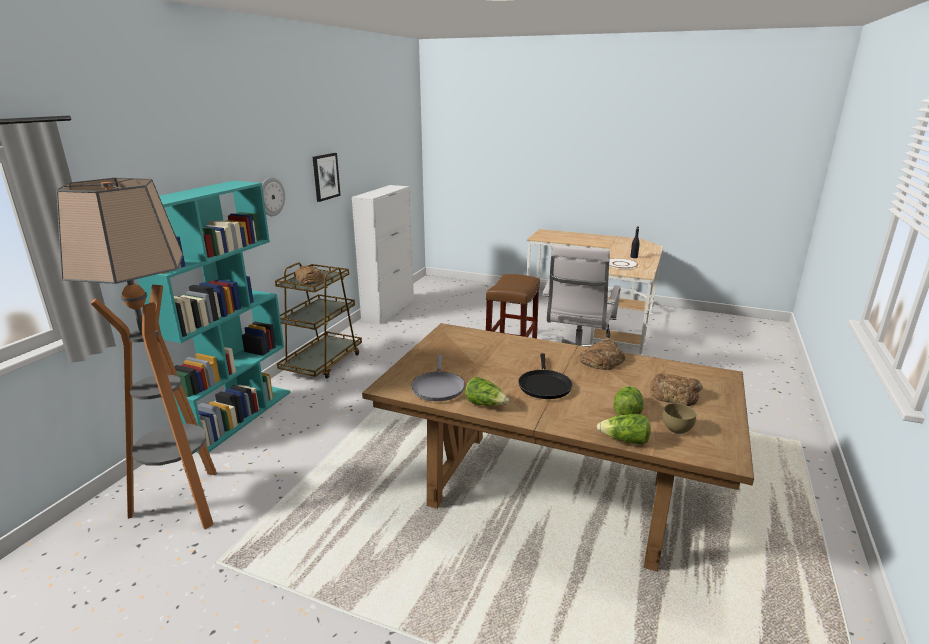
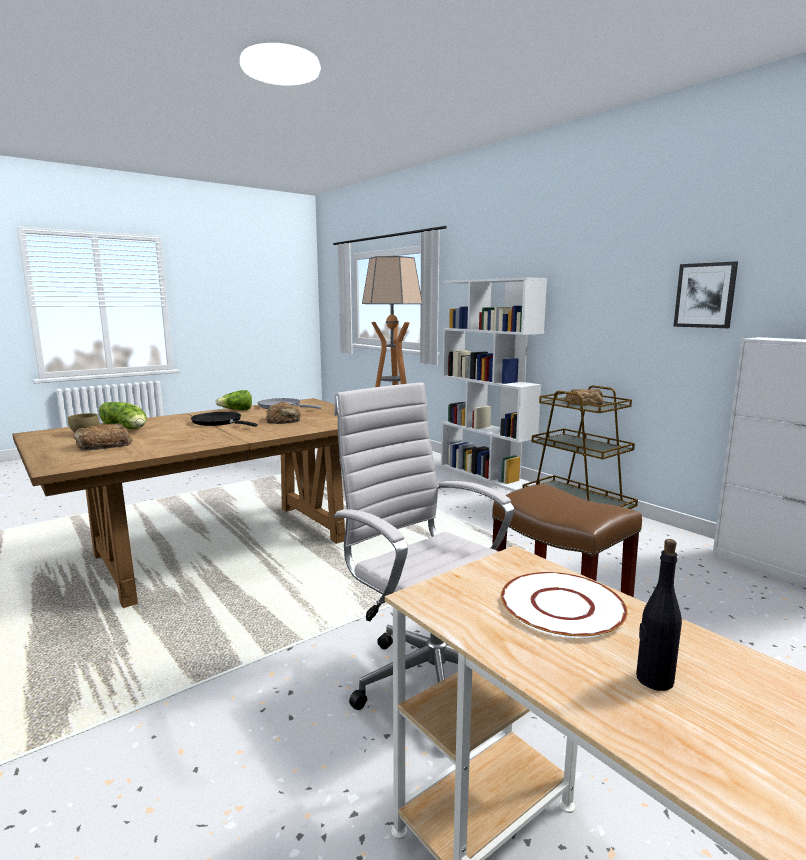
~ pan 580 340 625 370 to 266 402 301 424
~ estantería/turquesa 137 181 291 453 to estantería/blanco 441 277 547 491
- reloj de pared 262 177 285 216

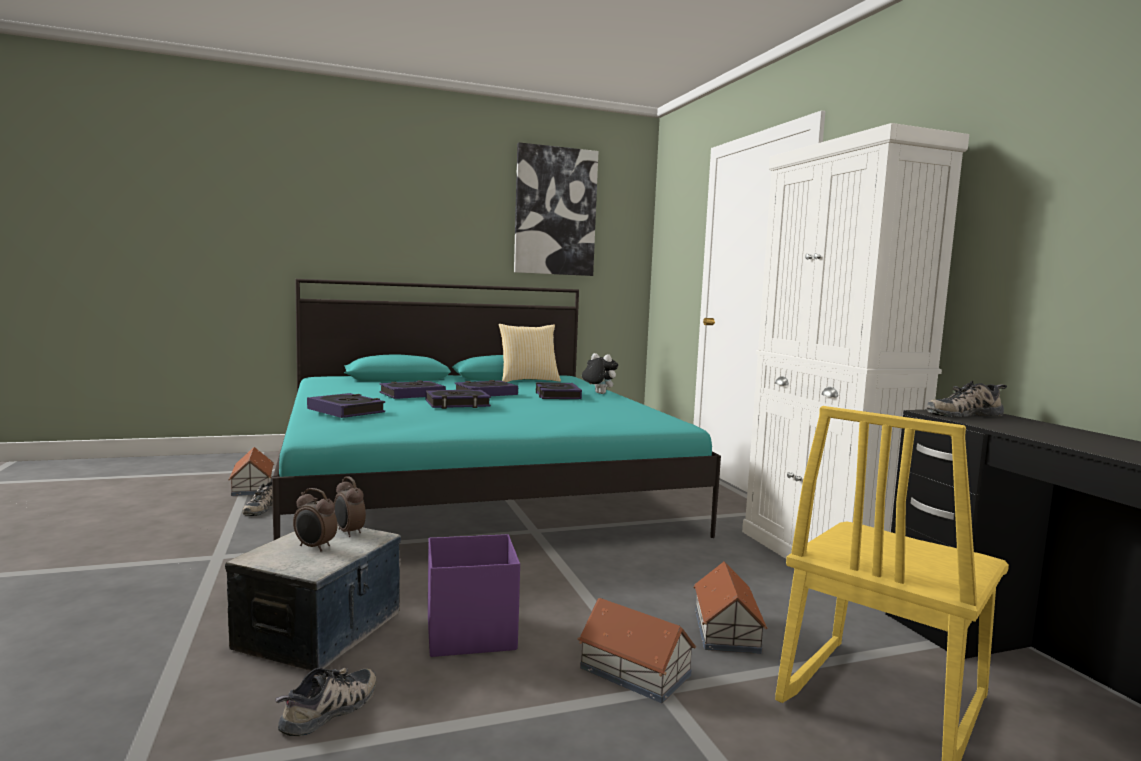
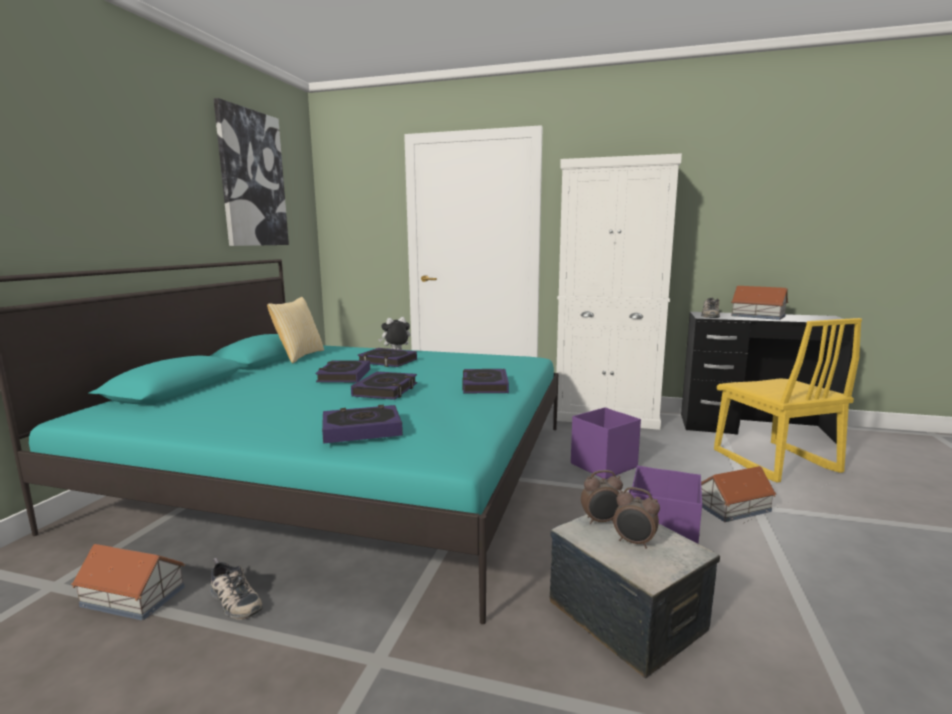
~ libro 380 380 446 399 to 462 369 509 393
+ caja de almacenaje/morado 571 407 641 479
~ despertador 293 488 338 552 = 613 487 660 549 60 degrees clockwise
~ casita 693 561 767 654 to 731 286 788 320
- zapato 275 668 376 736

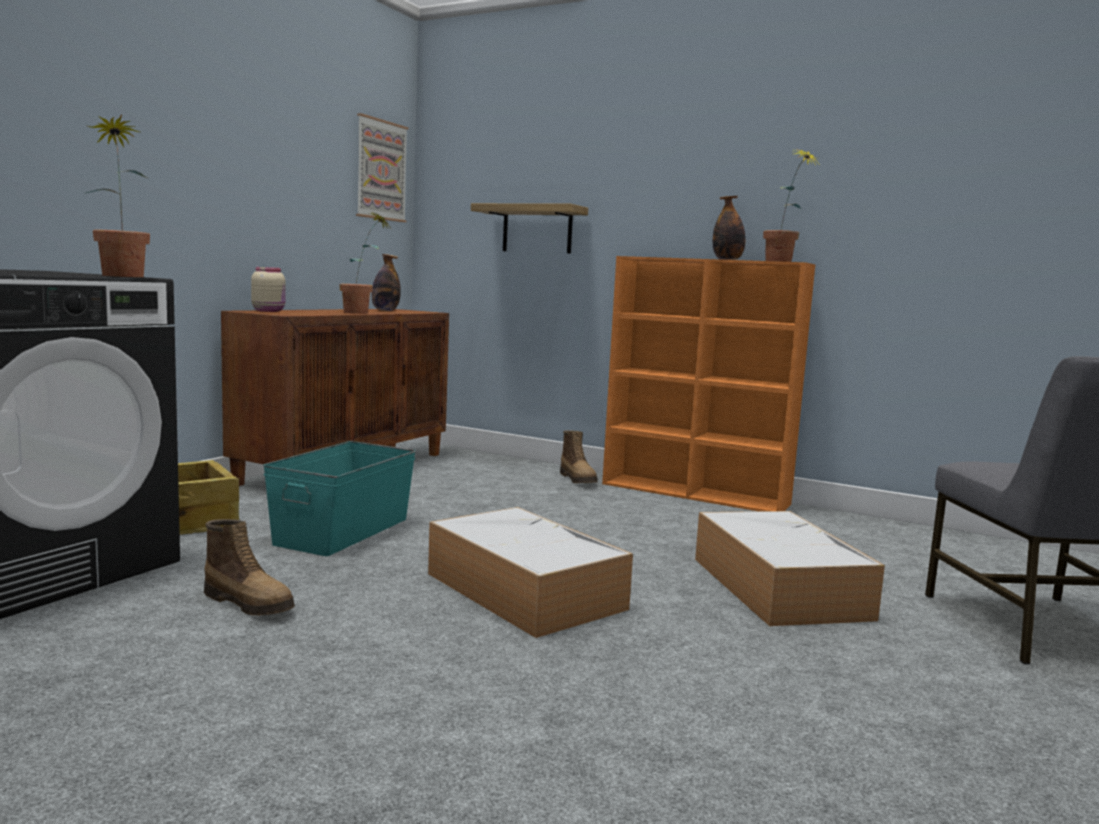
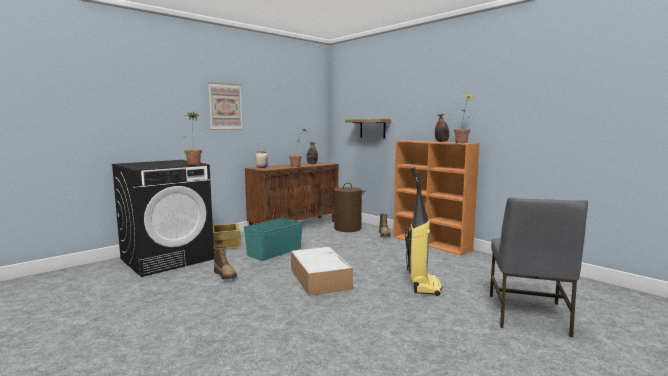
~ cuadro 356 113 408 222 to 208 82 243 130
+ cesto de la ropa/marrón 331 183 365 232
~ caja de almacenaje 695 511 885 626 to aspiradora 405 167 442 296

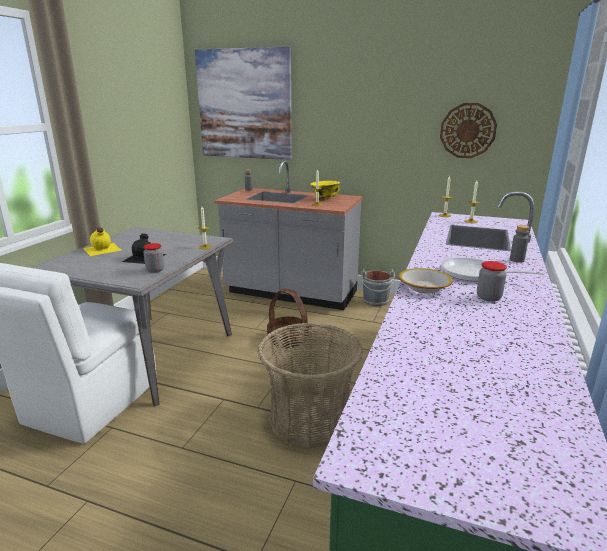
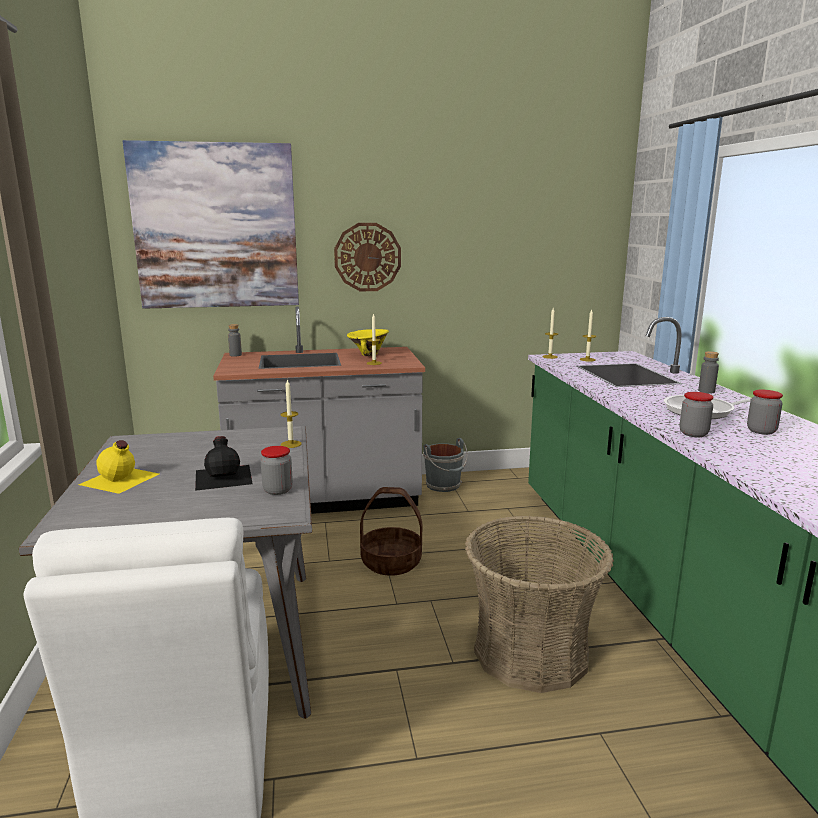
~ reloj de pared 440 103 497 158 to 334 223 401 291
~ cuenco 399 268 453 293 to tarro 680 392 713 437

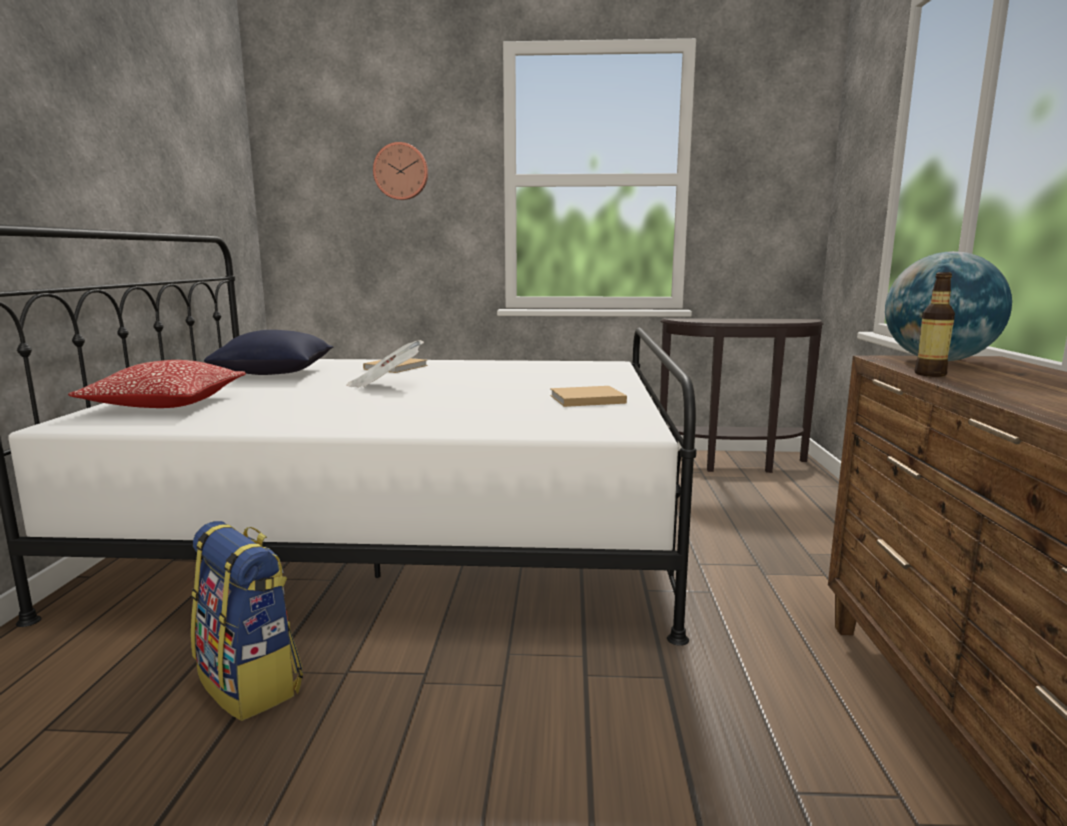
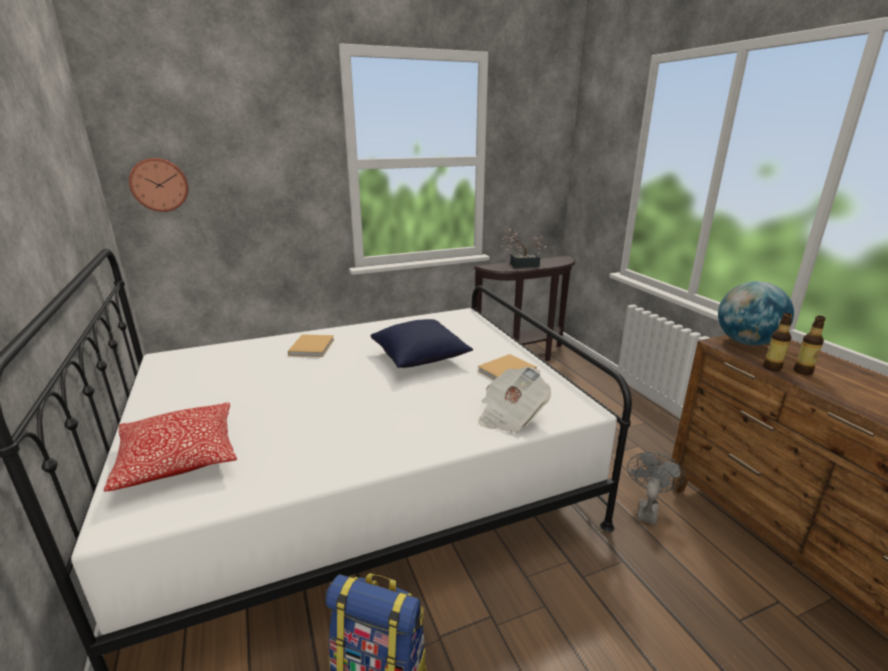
~ reloj de pared 373 142 428 200 to 129 158 188 212
~ cojín/azul 204 330 333 375 to 371 319 473 368
~ periódico 347 340 424 388 to 478 367 551 433
+ planta en maceta 501 228 547 268
+ ventilador/gris 627 452 685 525
+ botella 794 316 826 375

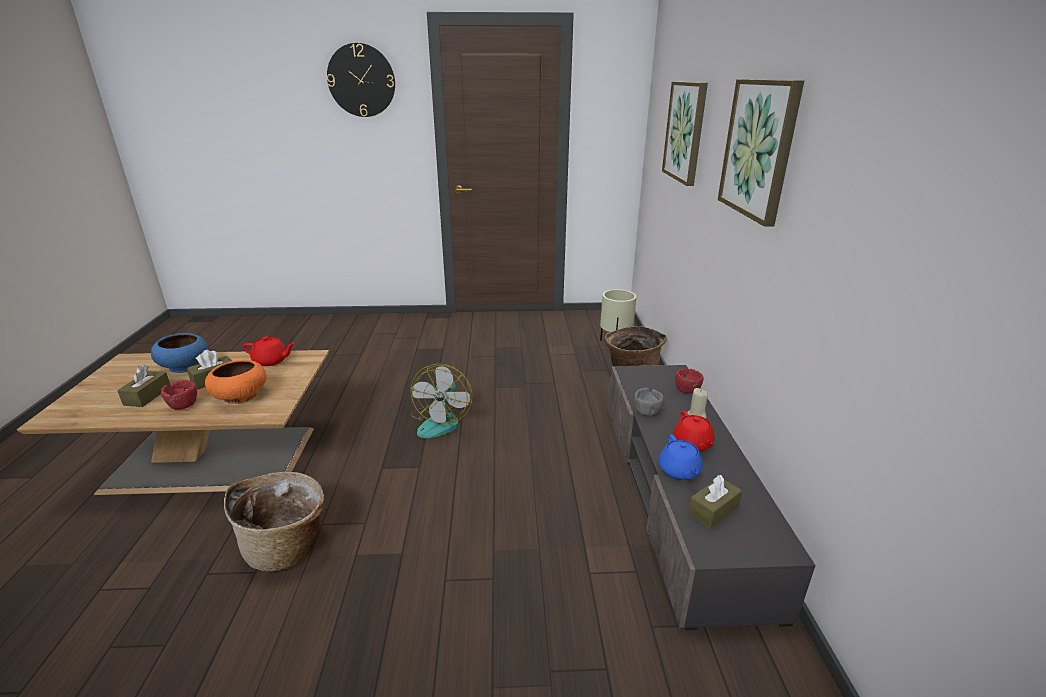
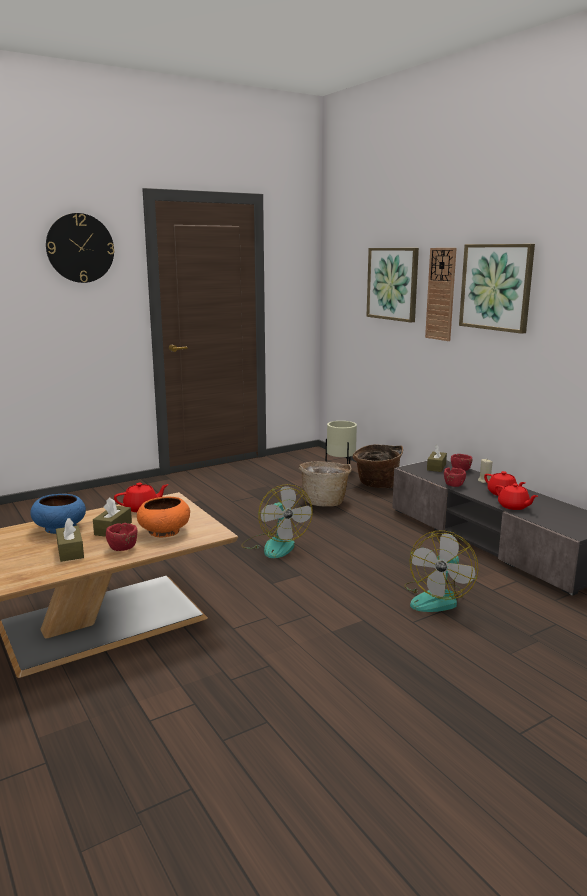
~ cesta 224 472 325 572 to 299 461 352 507
+ ventilador 404 531 478 612
+ reloj de pared 425 248 457 341
~ caja de pañuelos/marrón 688 475 742 529 to 427 445 447 472
~ cuenco/gris 634 388 663 416 to cuenco/rojo 444 468 466 487
~ tetera/azul 658 434 703 480 to tetera/rojo 495 483 538 510

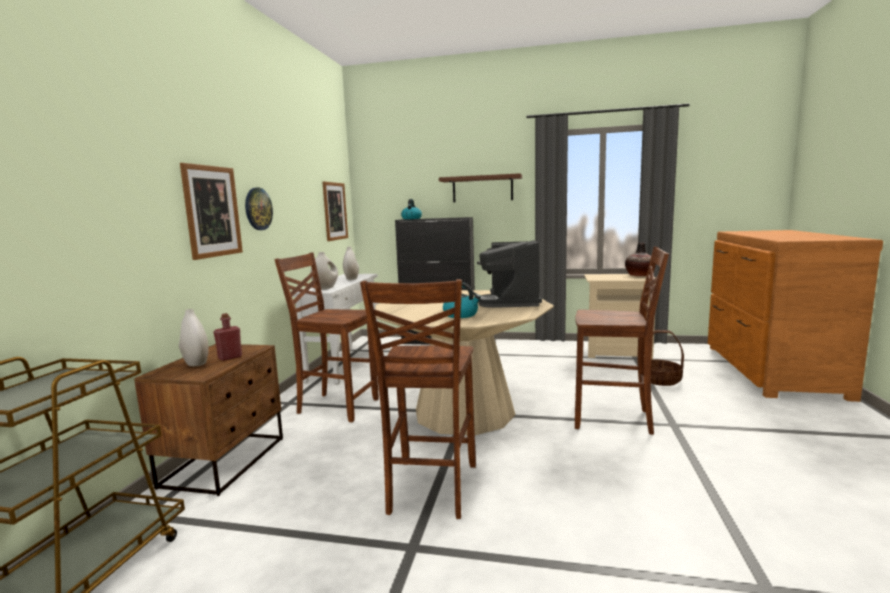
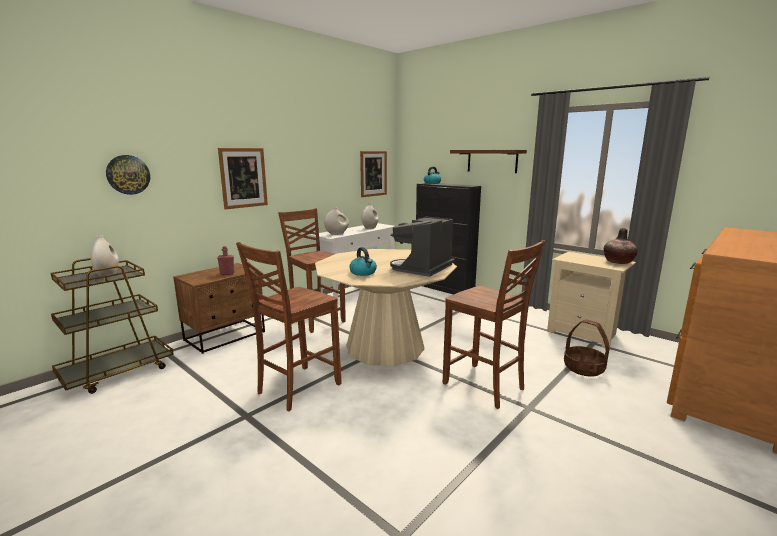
~ florero/blanco 179 309 209 366 to 91 235 119 278
~ reloj de pared 245 188 273 230 to 106 155 150 195

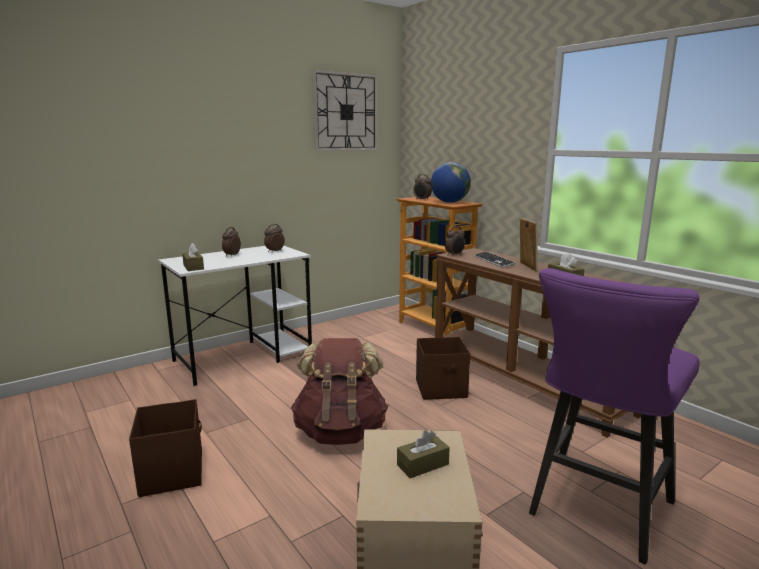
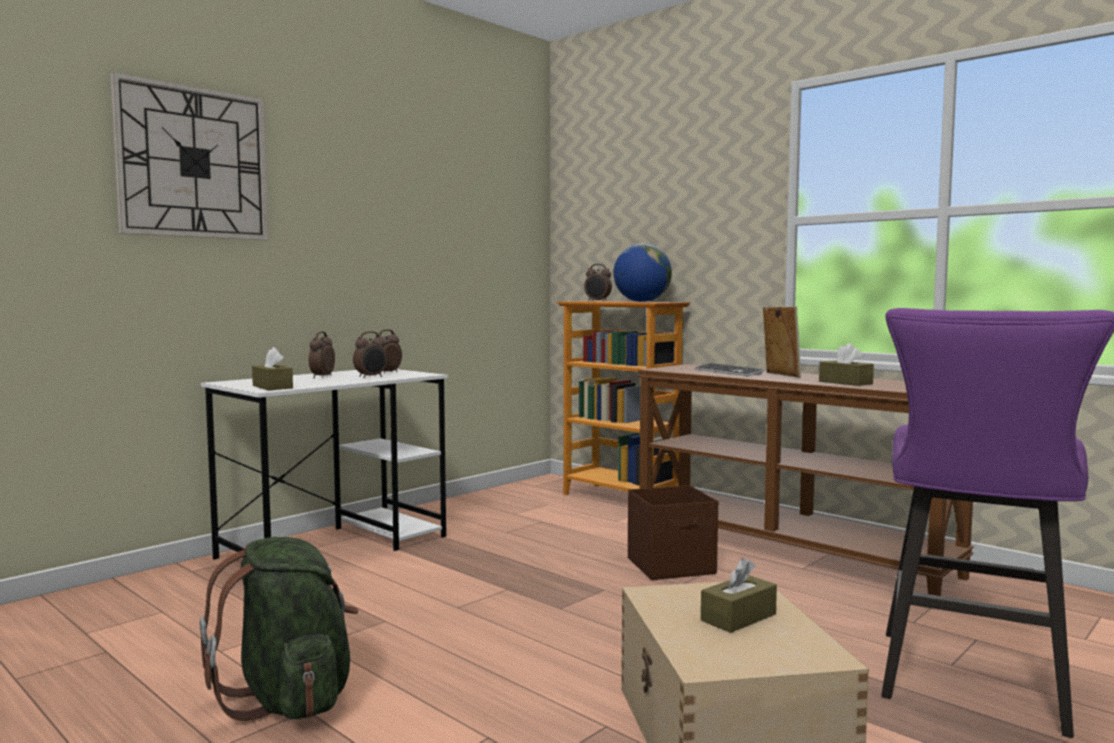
~ reloj de pared 312 69 378 151 to 110 72 269 240
~ caja de almacenaje/marrón 129 399 202 497 to mochila/verde 200 537 358 721
~ despertador 445 226 465 255 to 353 331 387 378
- mochila/marrón 291 338 388 445

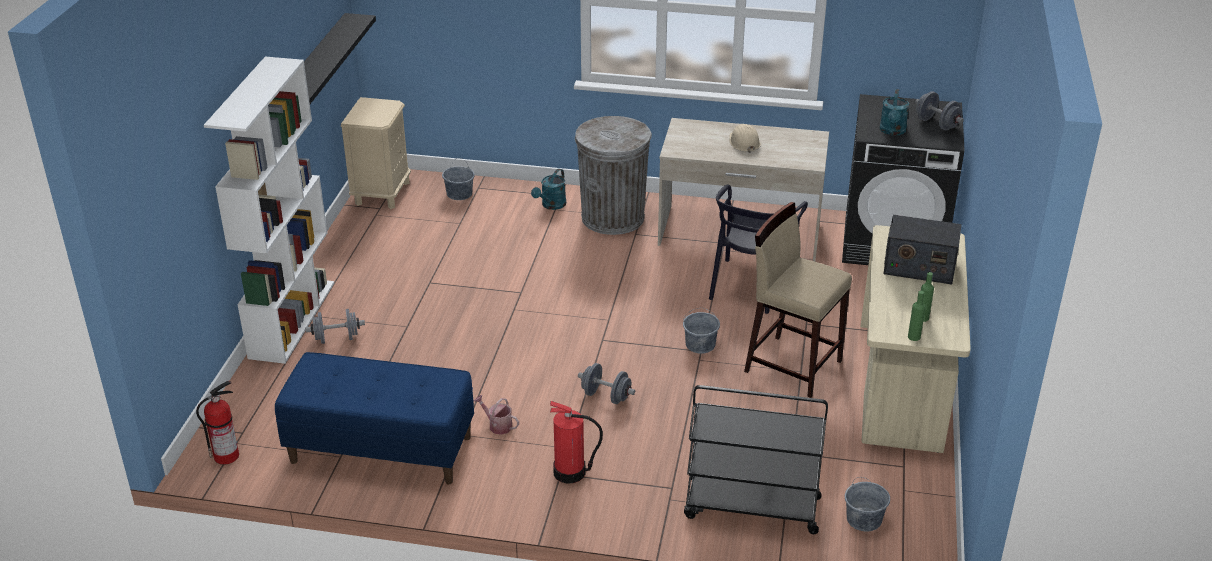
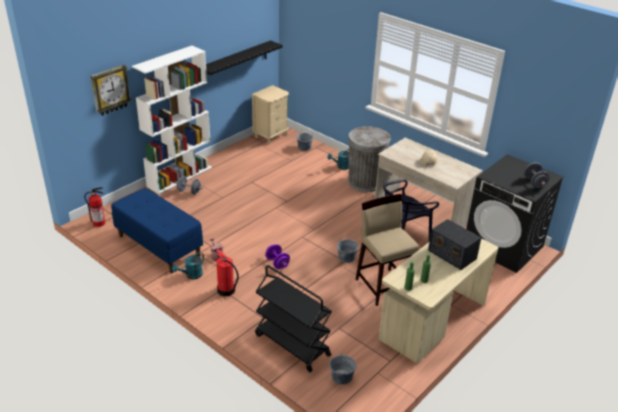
+ reloj de pared 91 65 131 116
~ regadera/turquesa 880 89 909 136 to 172 252 204 279
~ mancuerna/gris 578 363 635 404 to mancuerna/morado 265 244 290 269

